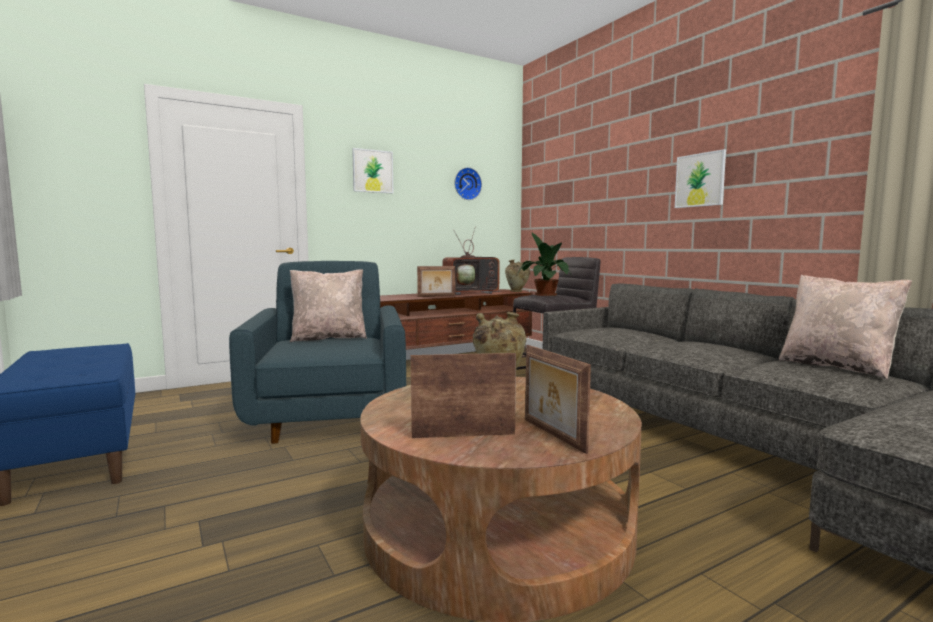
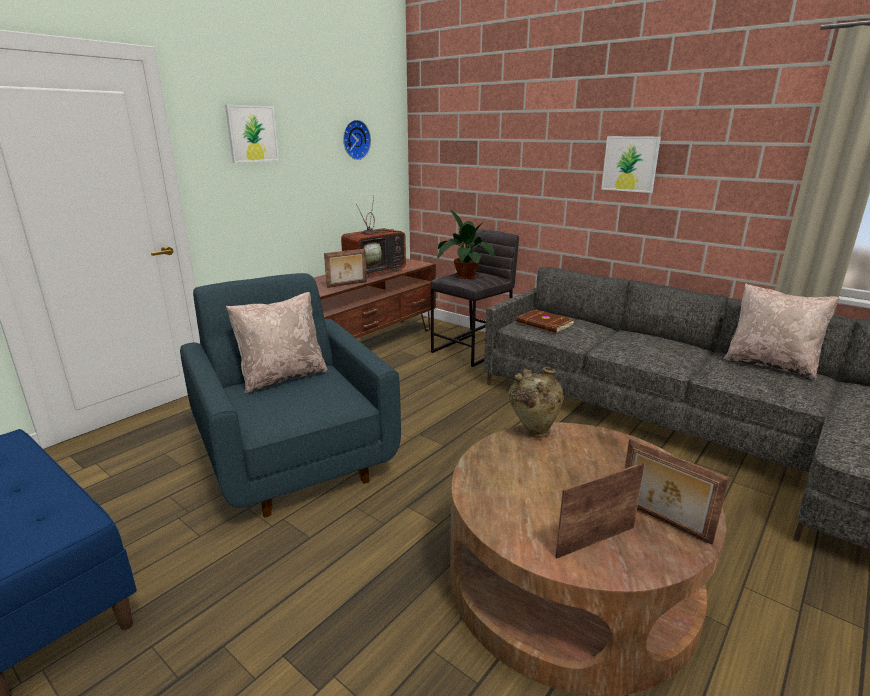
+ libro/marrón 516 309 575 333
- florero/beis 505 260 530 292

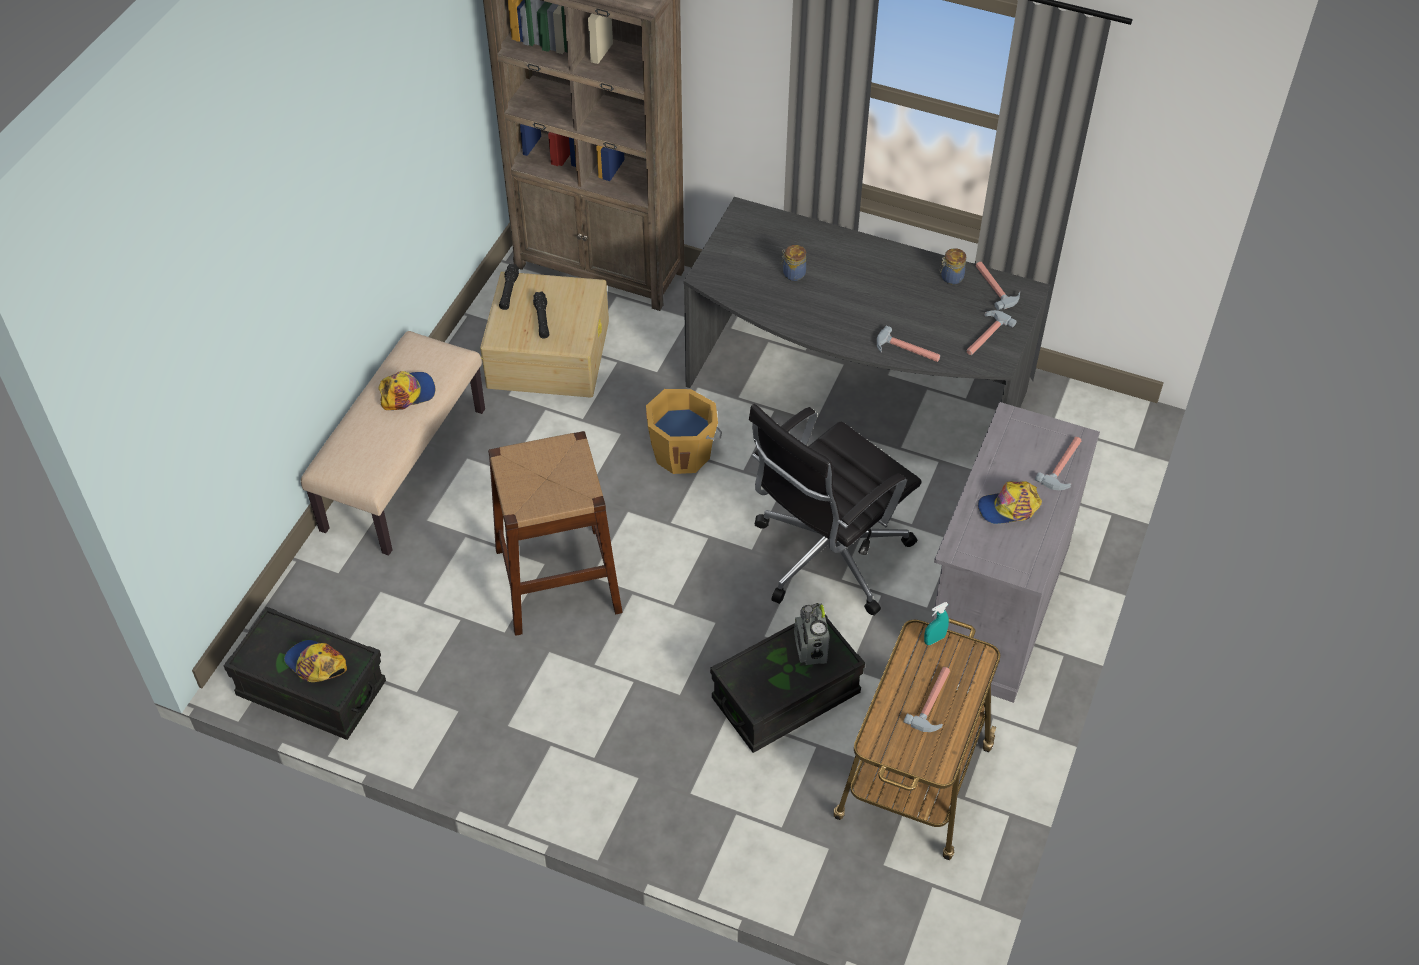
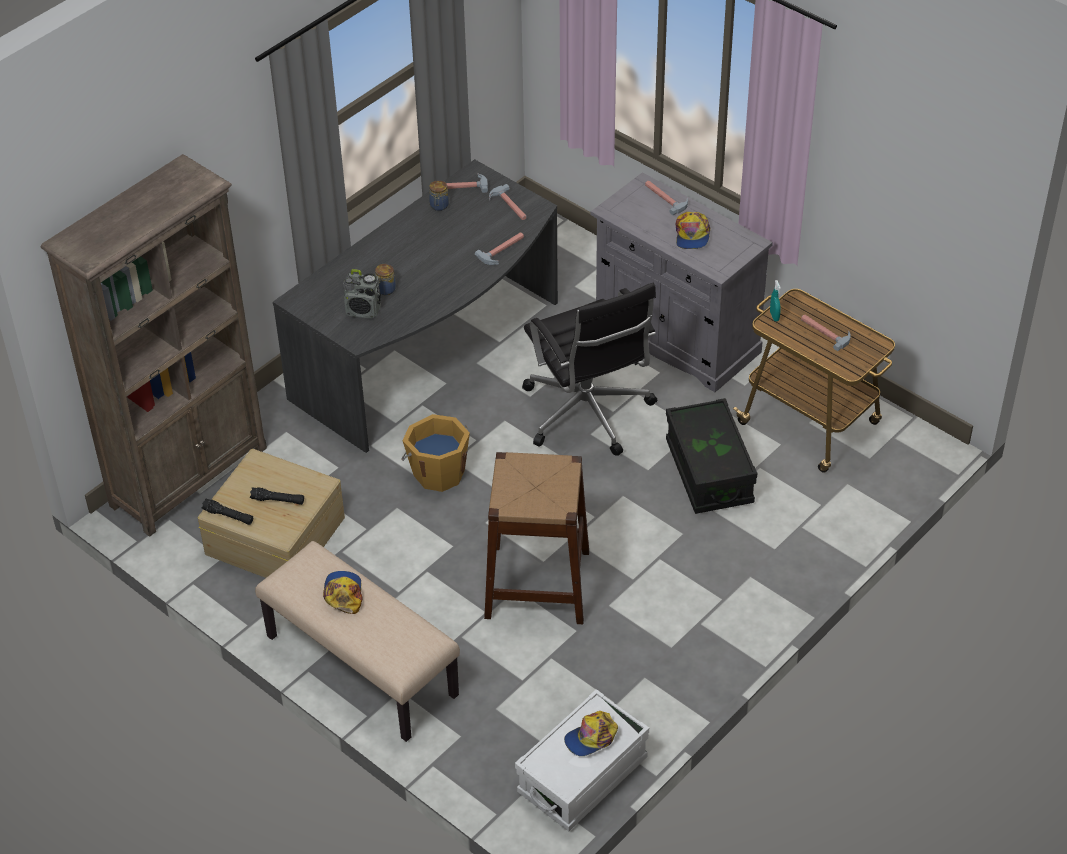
~ radio 794 603 830 665 to 343 269 381 319
~ caja de almacenaje/negro 224 607 386 740 to caja de almacenaje/blanco 515 689 649 832

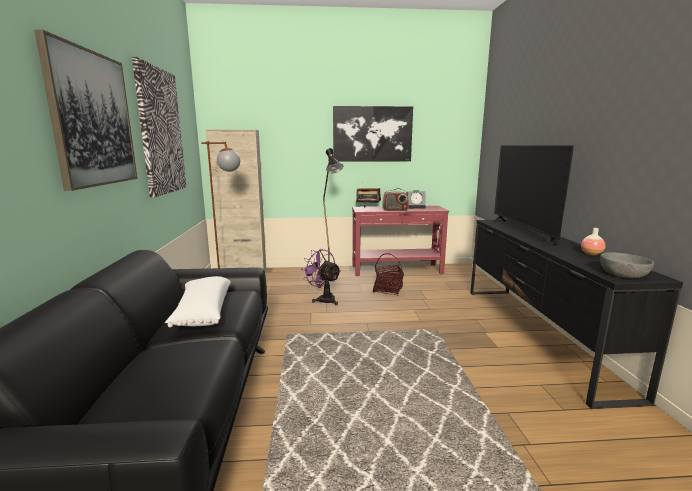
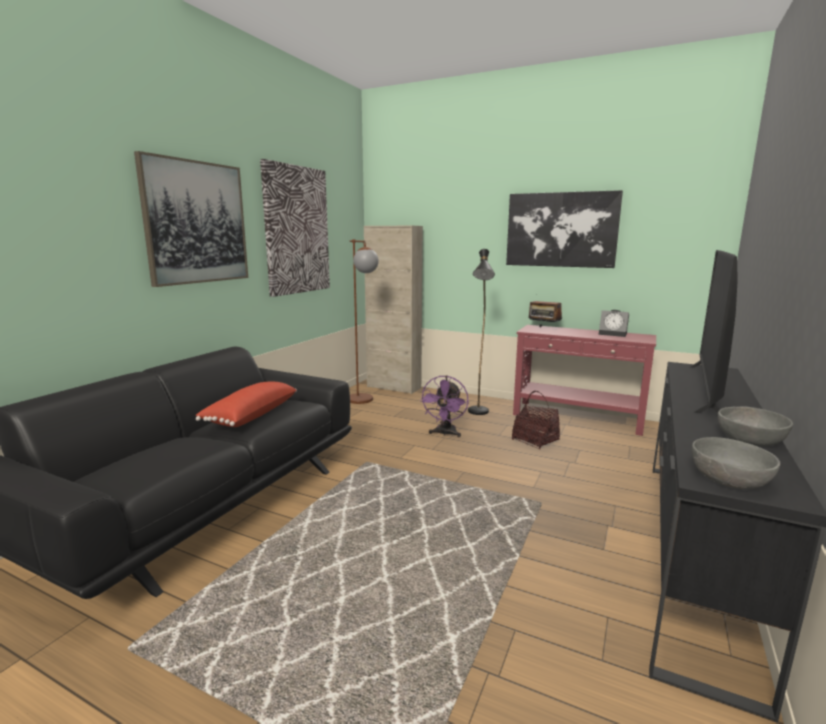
~ cojín/blanco 165 276 231 327 to cojín/rojo 196 382 297 427
~ ventilador/morado 301 249 341 305 = 420 375 469 437 150 degrees counterclockwise
~ florero 581 228 605 255 to cuenco/gris 718 406 793 446
- radio 382 188 409 211

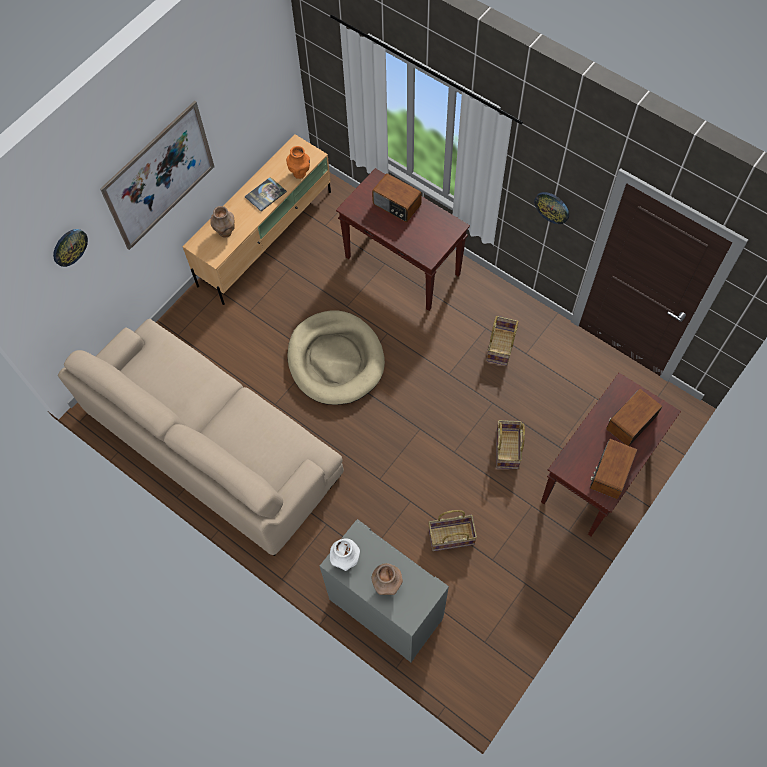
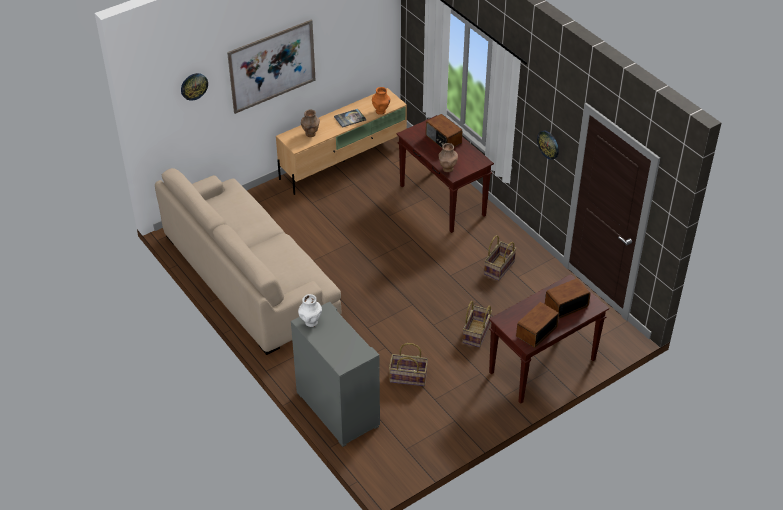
~ florero/marrón 372 563 403 595 to 438 143 458 172
- cama para perro/beis 287 311 385 405

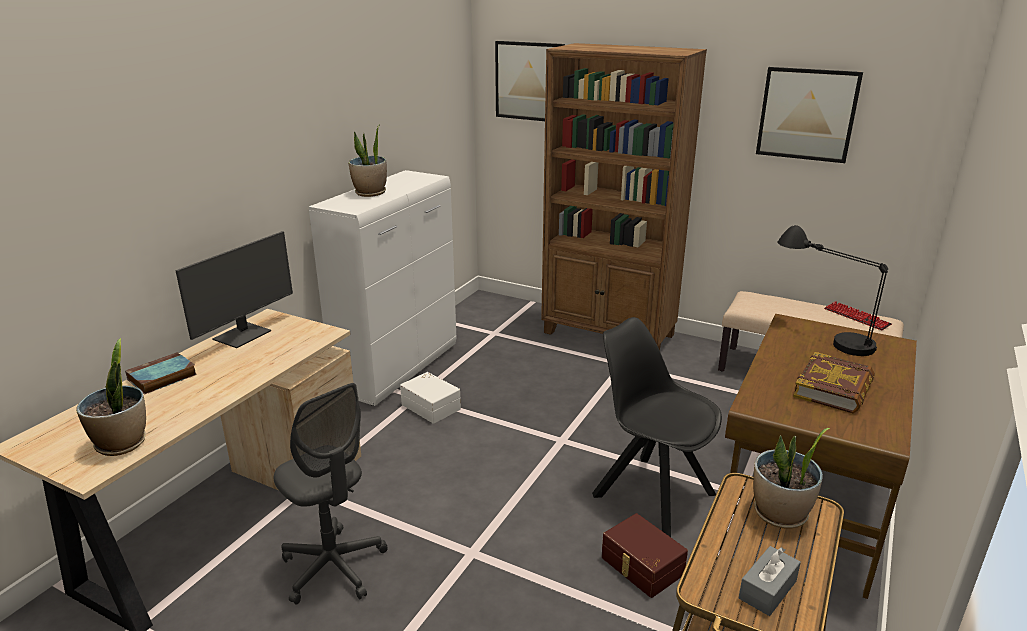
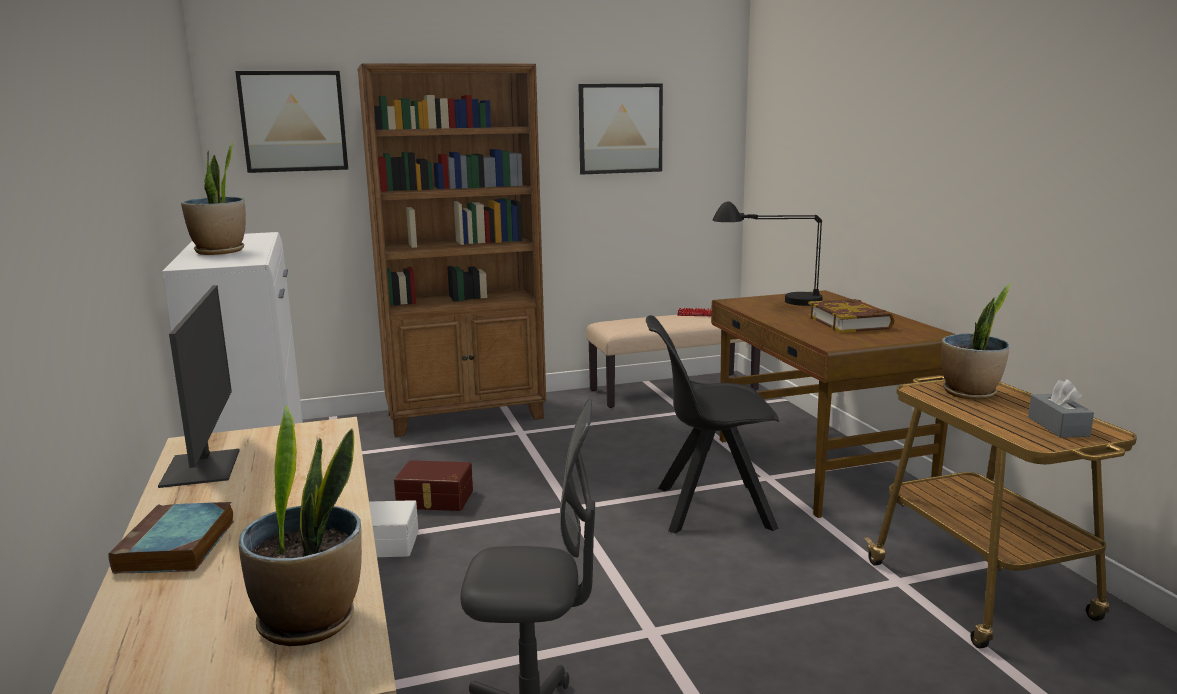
~ caja de almacenaje/marrón 601 513 688 598 to 394 460 473 511

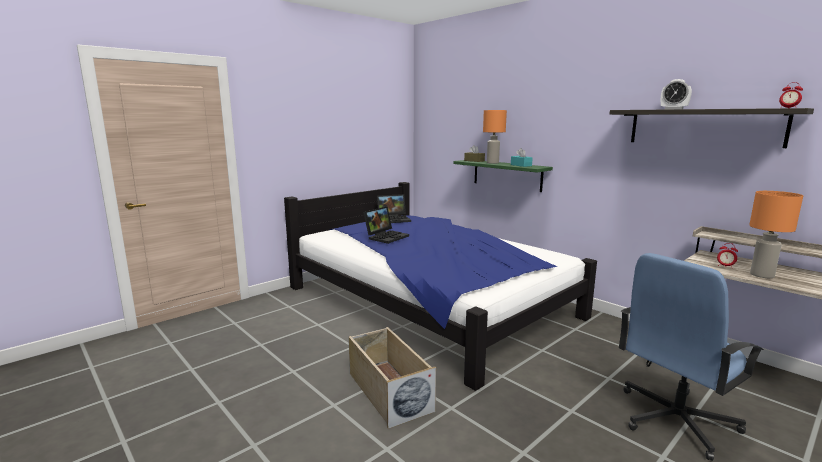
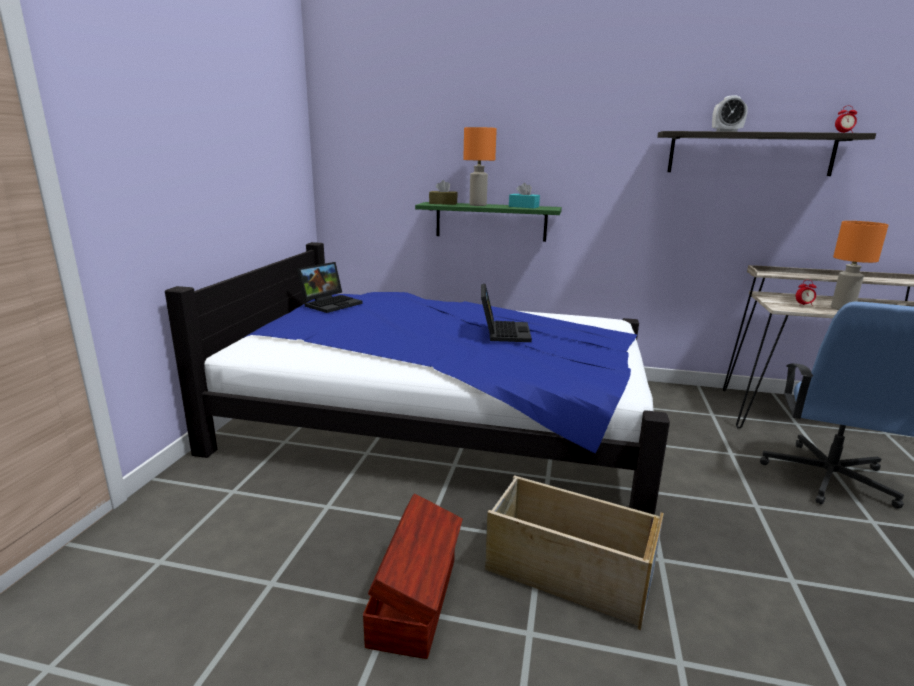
+ caja de almacenaje/marrón 363 494 463 659
~ portátil 363 206 409 244 to 481 284 532 342

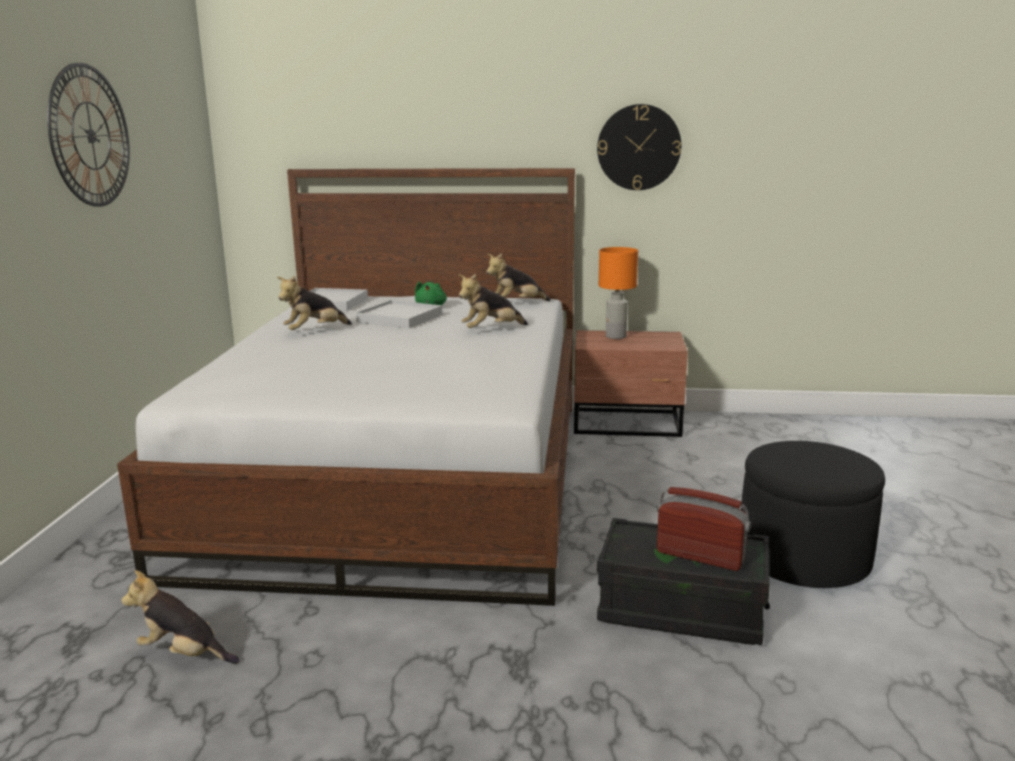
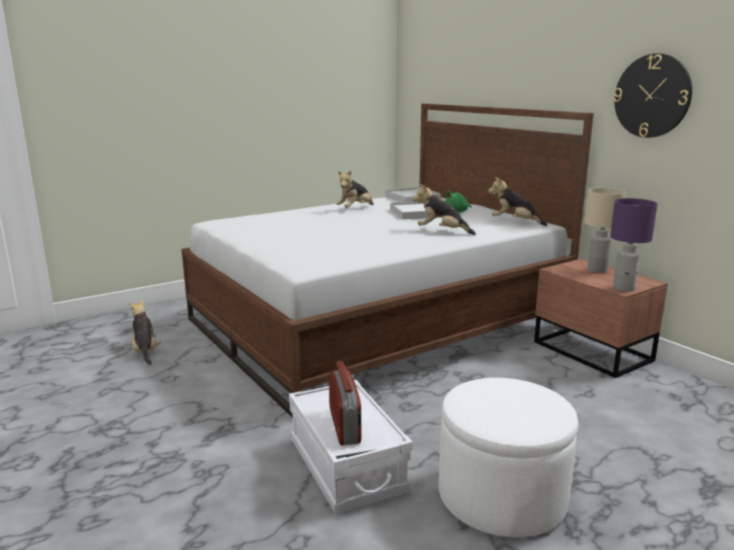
~ caja de almacenaje/negro 597 518 770 645 to caja de almacenaje/blanco 289 380 413 514
~ peluche 277 275 352 330 = 336 171 374 208 60 degrees counterclockwise
~ puf/negro 741 441 885 588 to puf/blanco 439 378 578 537
~ lámpara de mesa/naranja 599 247 638 339 to lámpara de mesa/beis 584 188 626 273
+ lámpara de mesa/morado 610 198 657 292
- reloj de pared 47 63 130 207

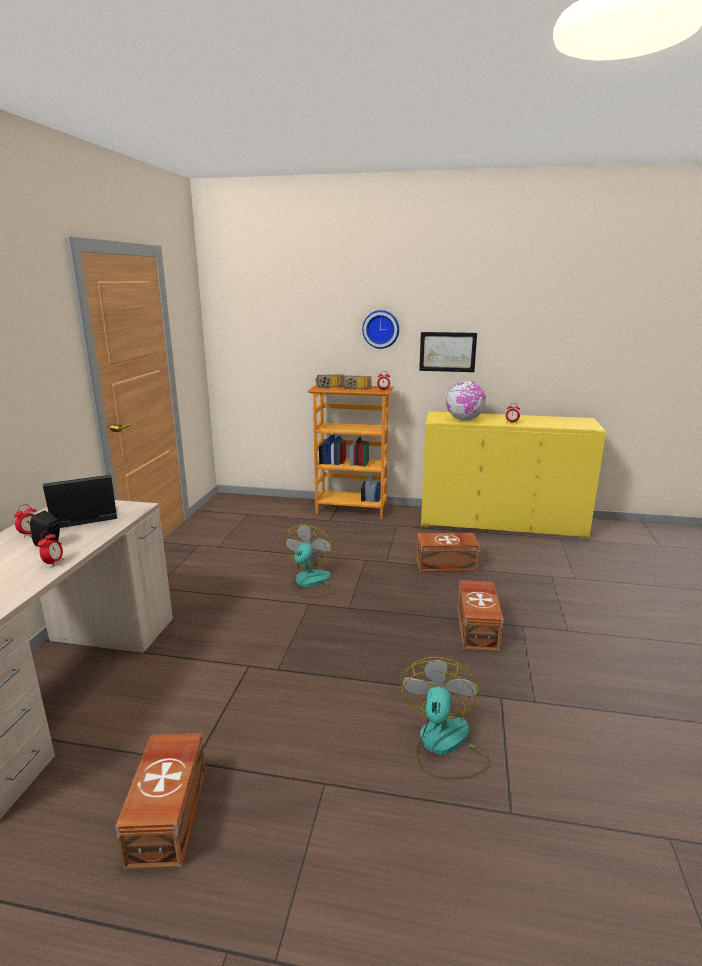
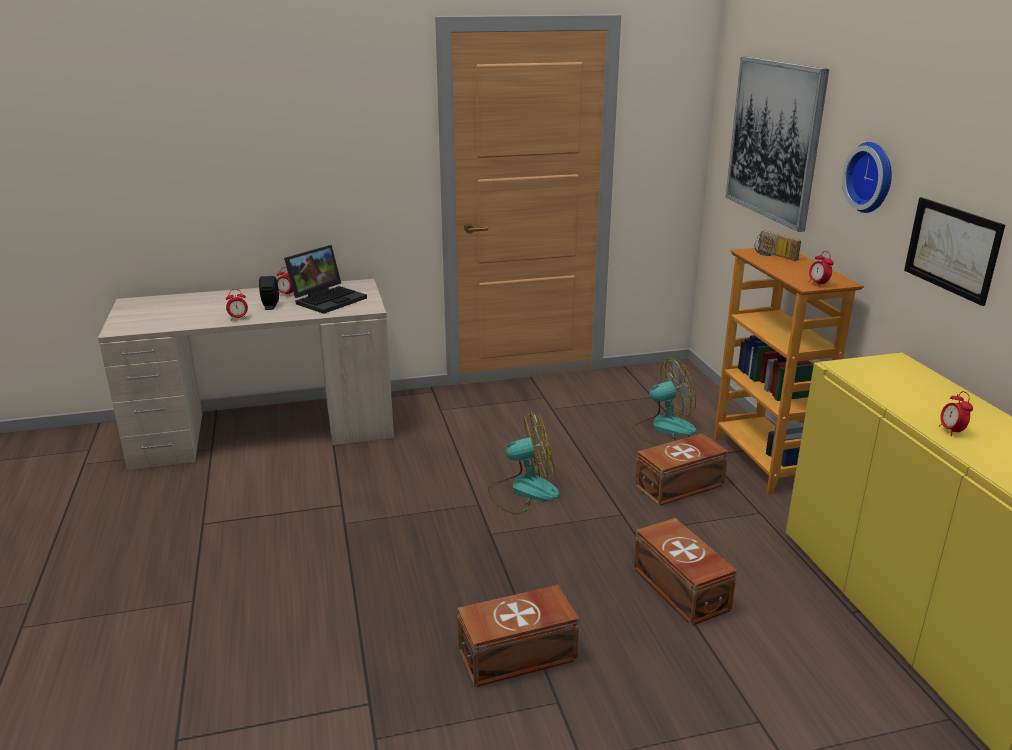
~ portátil 43 475 117 528 = 284 245 367 314 90 degrees clockwise
~ ventilador 400 657 491 780 to 632 358 697 446
~ caja de almacenaje/marrón 115 733 206 869 to 635 434 728 506
+ cuadro 725 57 829 232
- radio 342 375 372 389
- globo terráqueo 446 381 486 421

